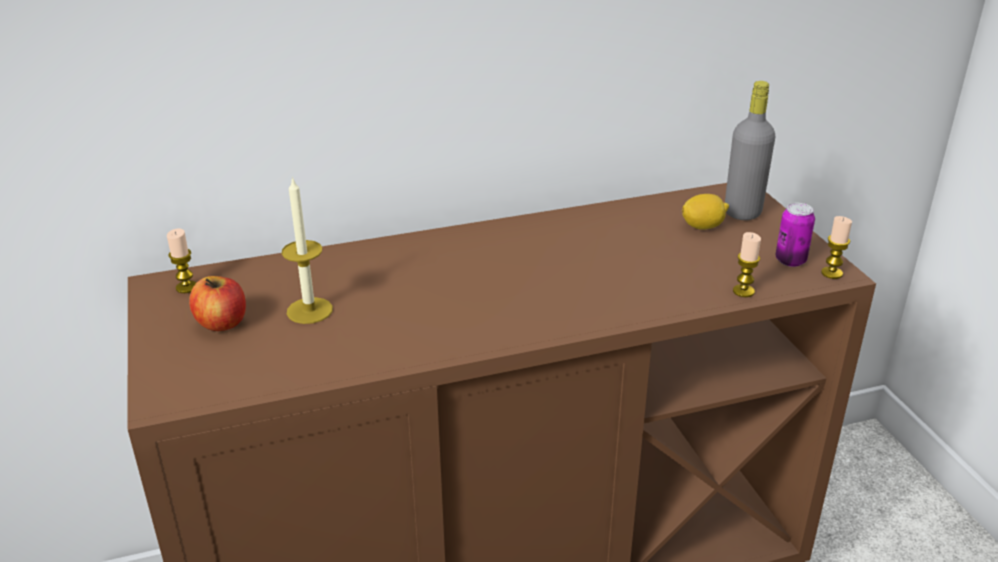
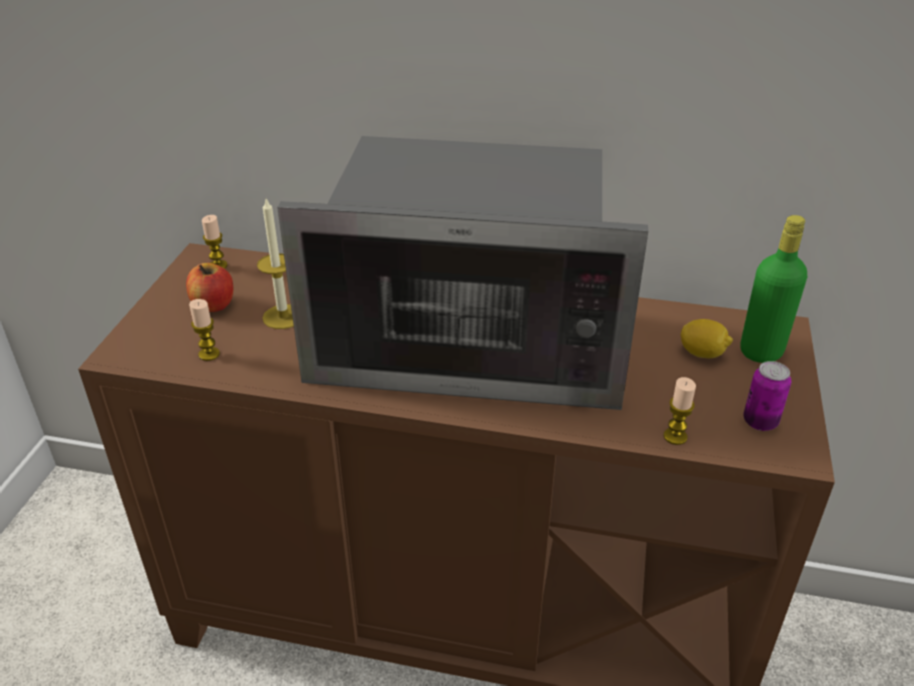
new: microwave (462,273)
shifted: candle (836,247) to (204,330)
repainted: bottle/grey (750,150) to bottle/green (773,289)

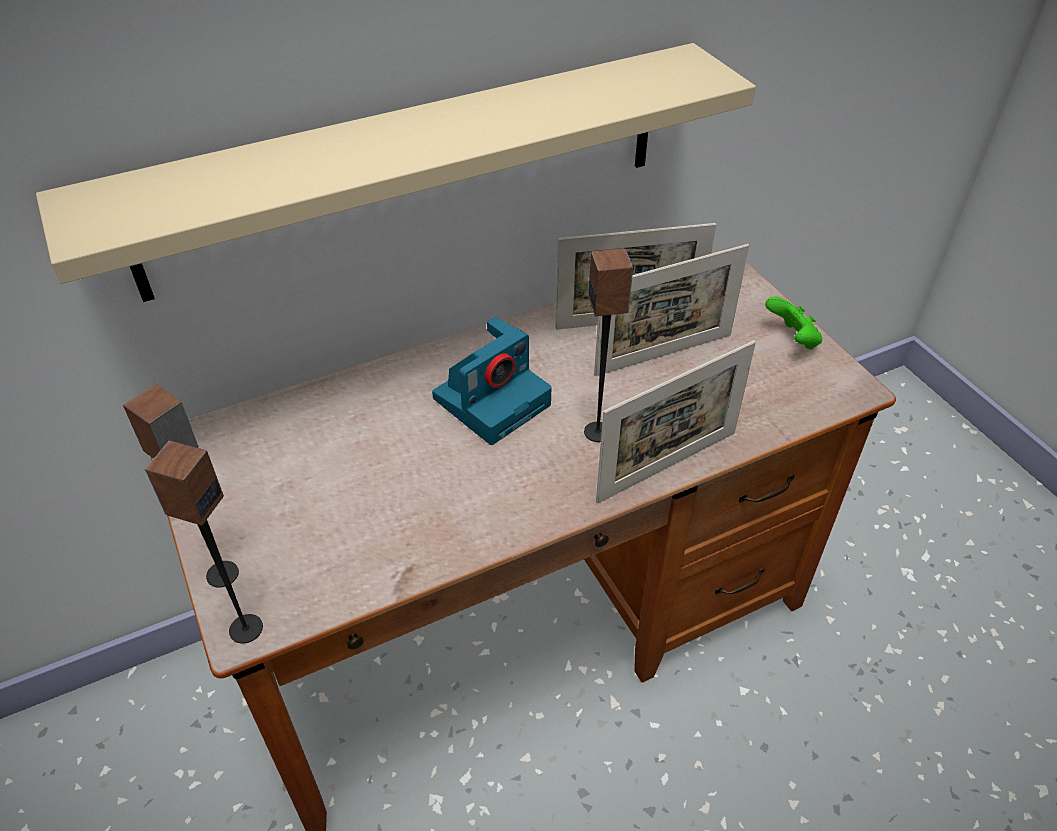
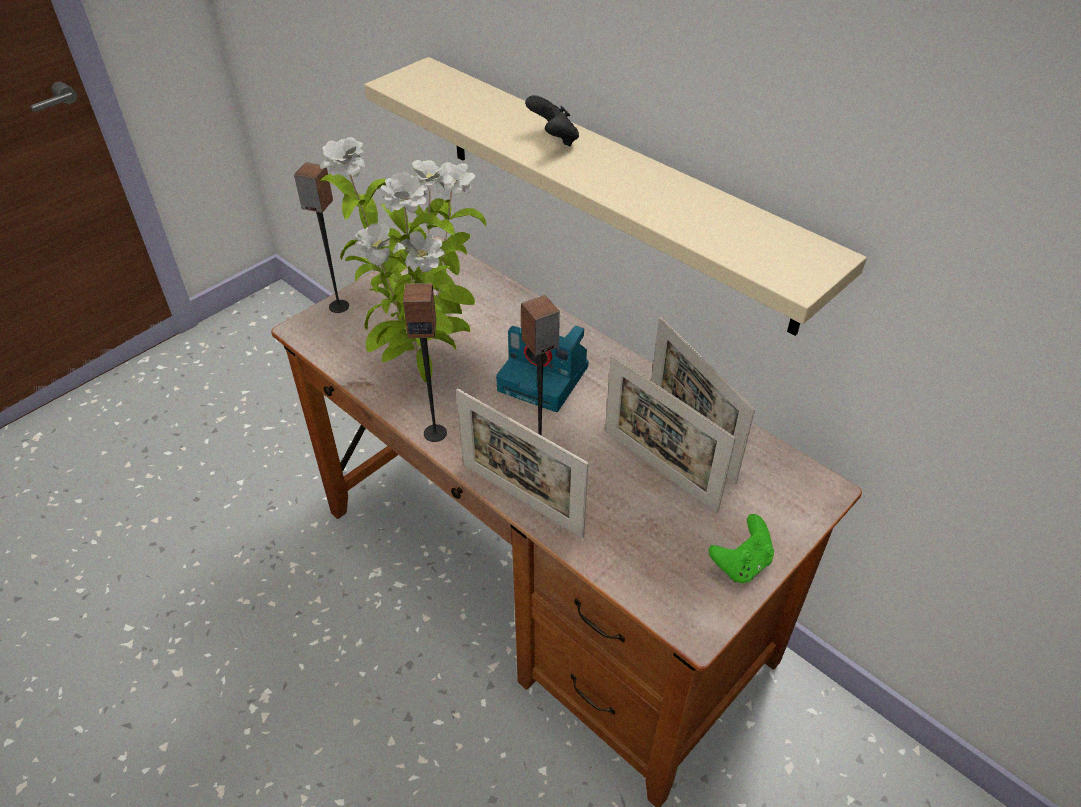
new: potted plant (403,260); game controller/black (552,120)
shifted: speaker (204,542) to (425,362)

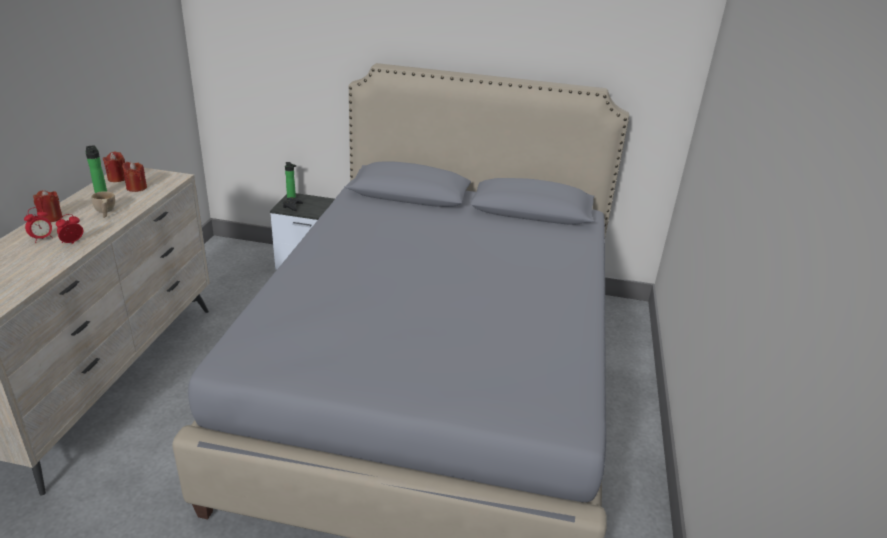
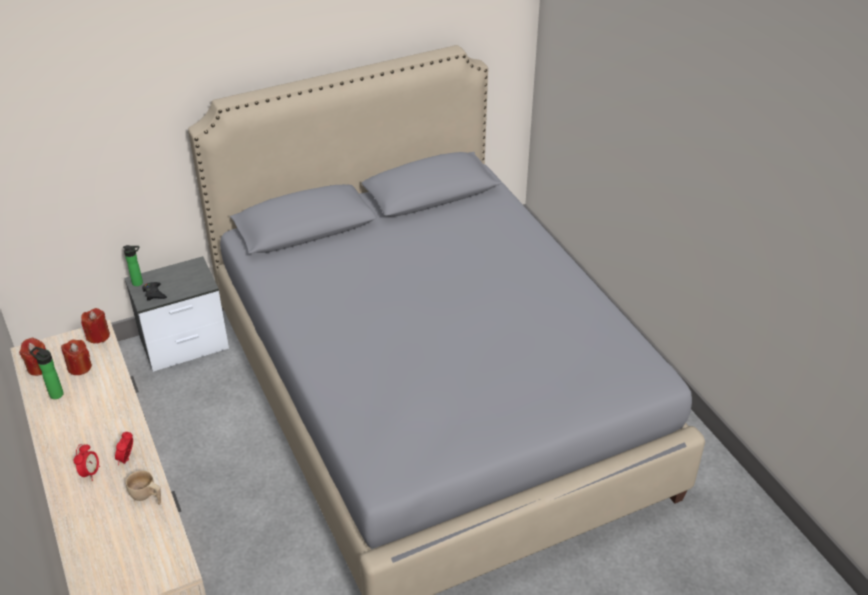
shifted: candle/red (47,206) to (95,326); cup/beige (103,204) to (143,488)

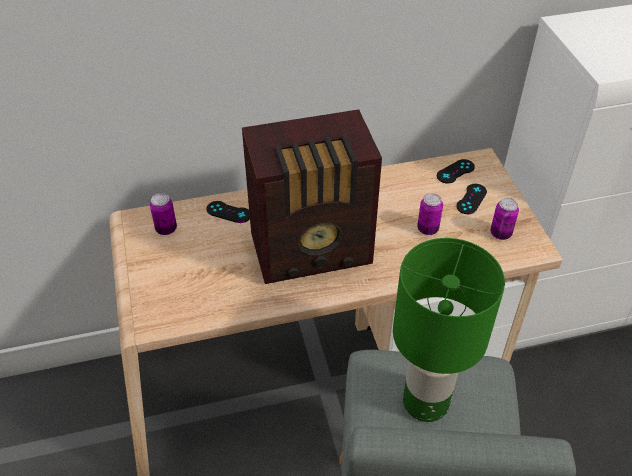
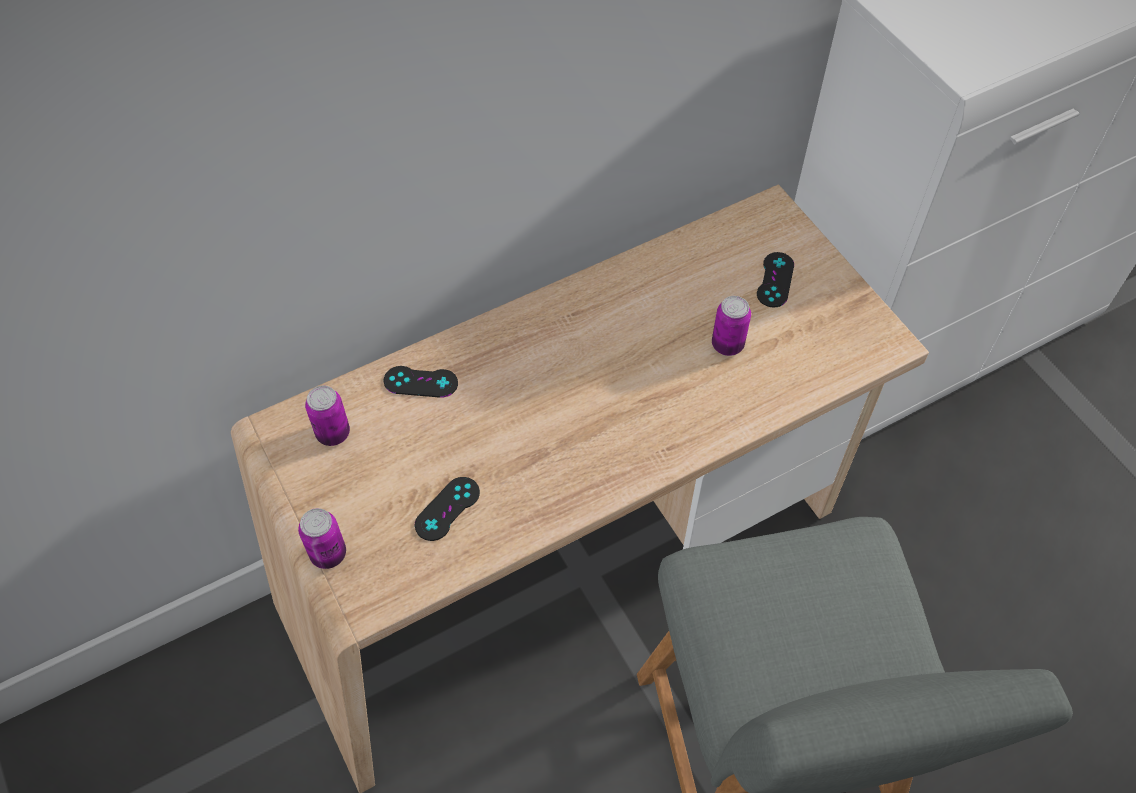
gone: radio (312,196); table lamp/green (449,330)
shifted: can (504,219) to (322,538); game controller/black (456,171) to (447,509)

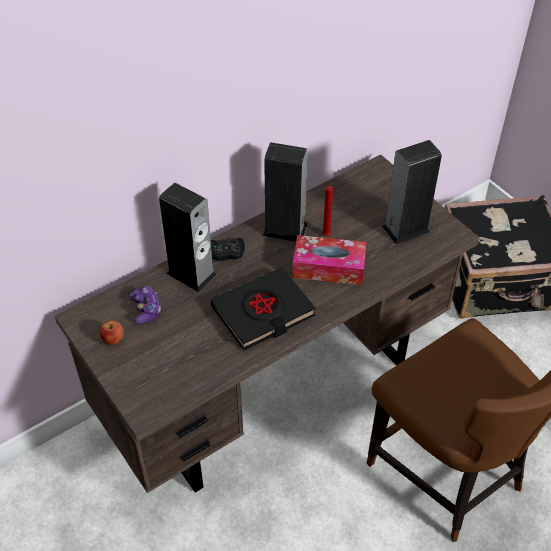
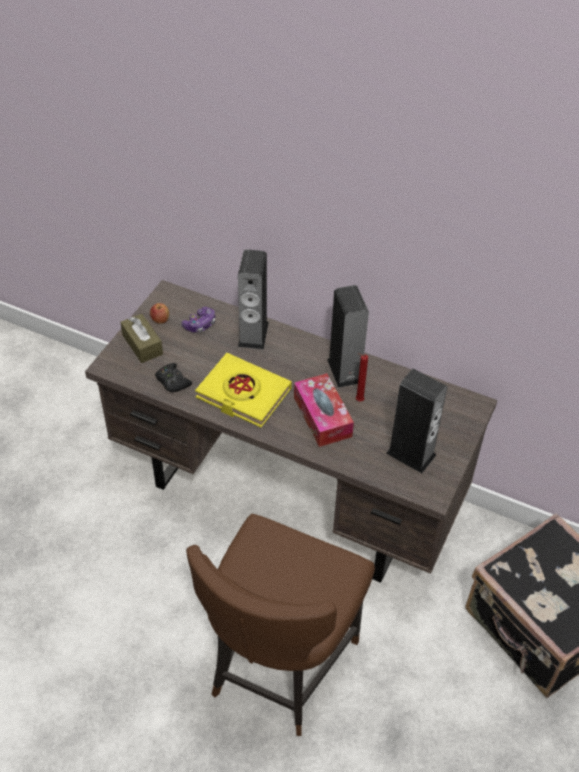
new: tissue box/brown (141,338)
shifted: game controller/black (228,249) to (173,377)
repainted: book/black (263,308) to book/yellow (243,390)

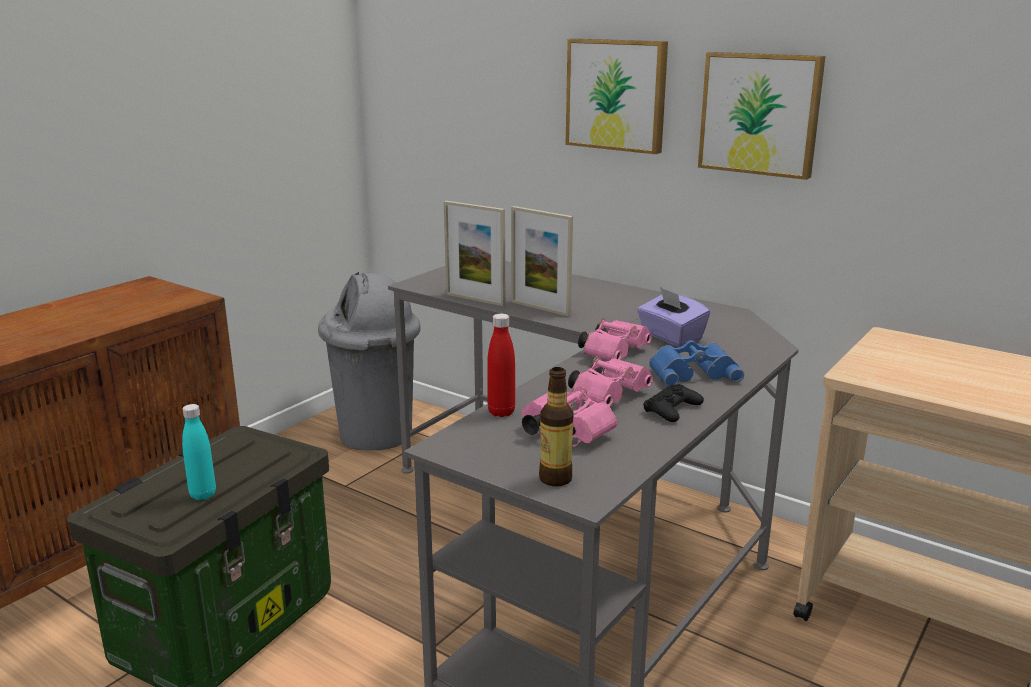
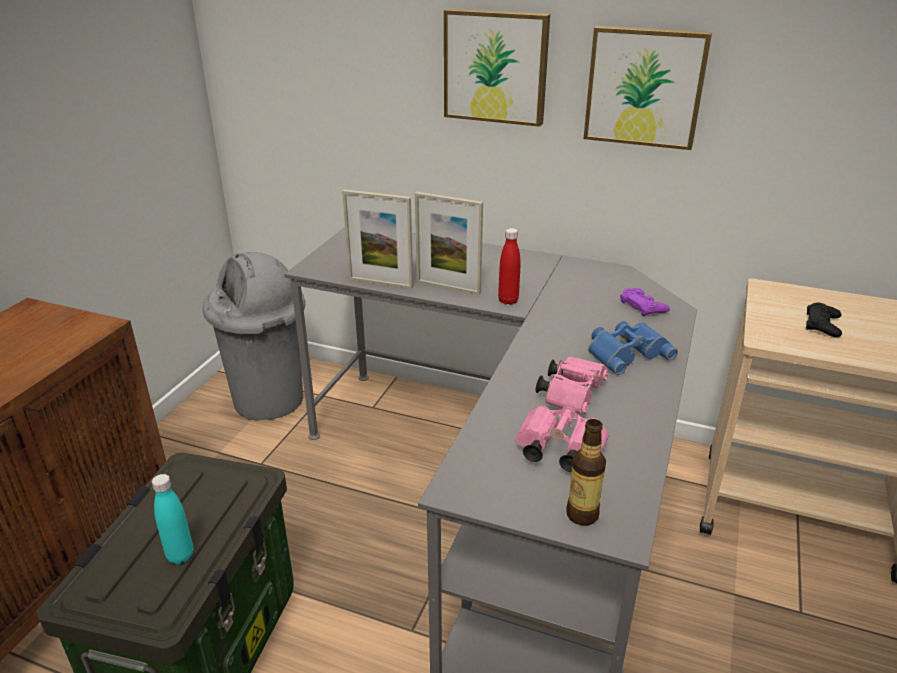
gone: binoculars/pink (615,339); tissue box/purple (673,317)
new: game controller/purple (645,302)
shifted: bottle/red (501,365) to (509,266); game controller/black (673,403) to (824,319)

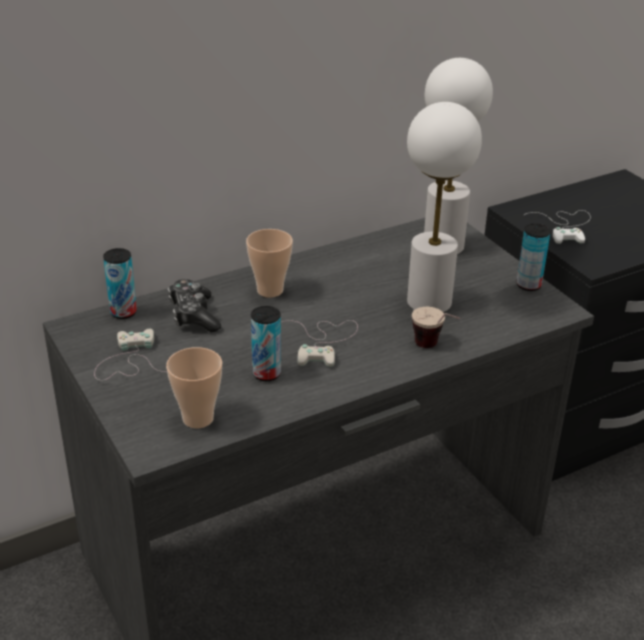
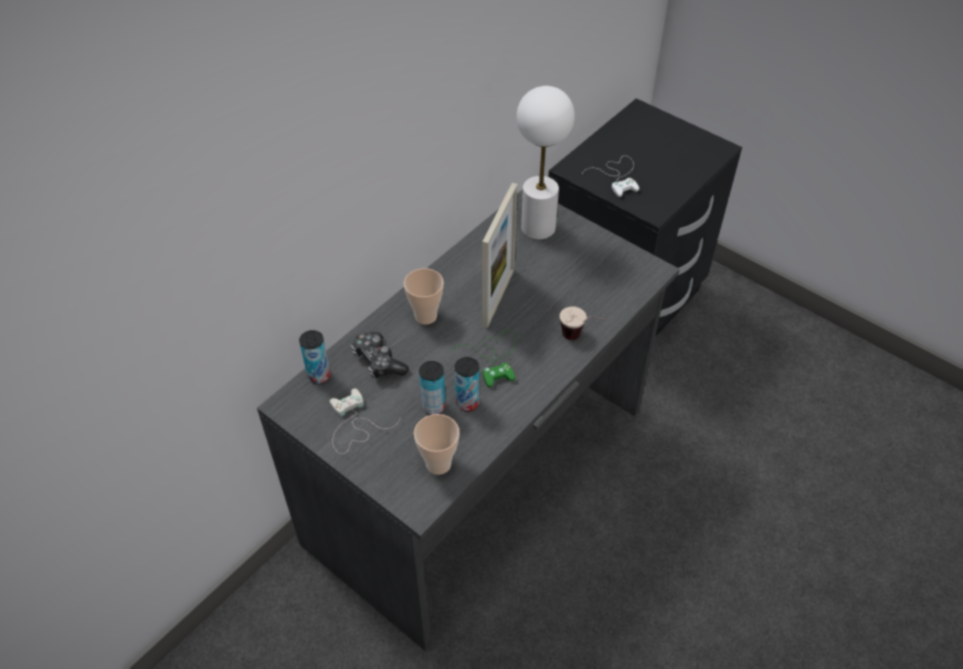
gone: table lamp/white (444,207)
new: picture frame (500,255)
shifted: can (534,257) to (432,388)
repainted: game controller/white (320,343) to game controller/green (483,359)

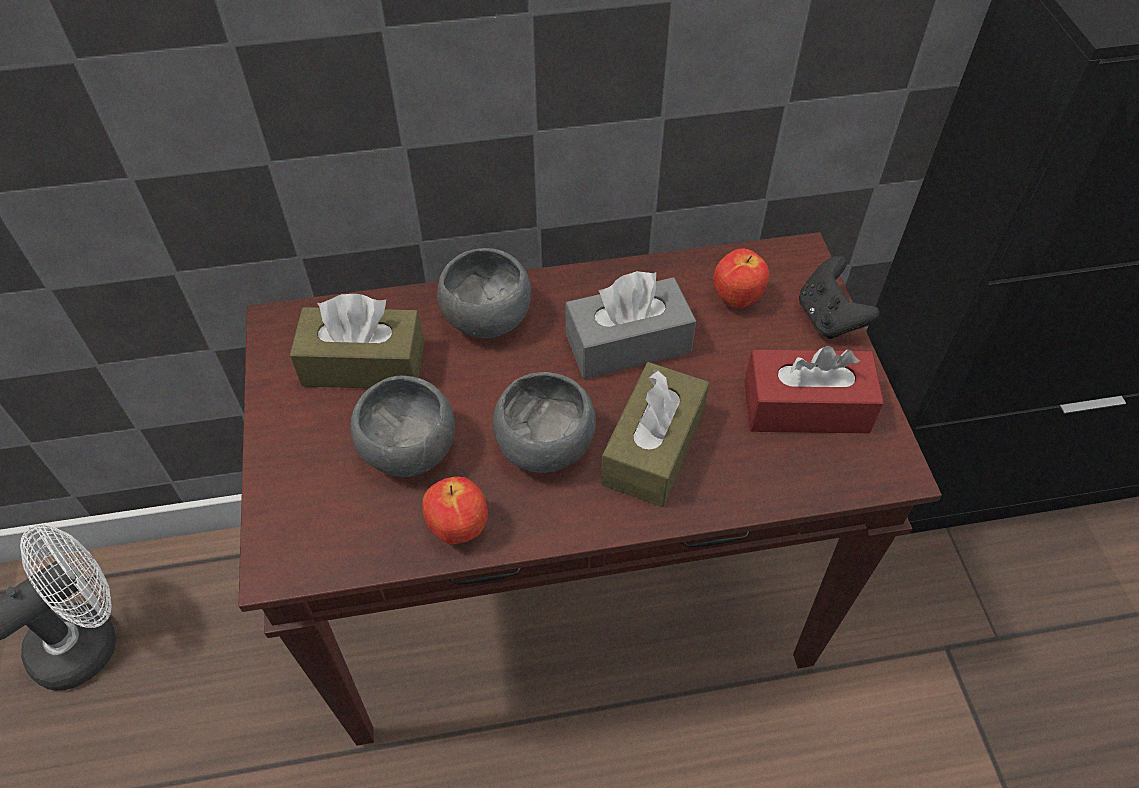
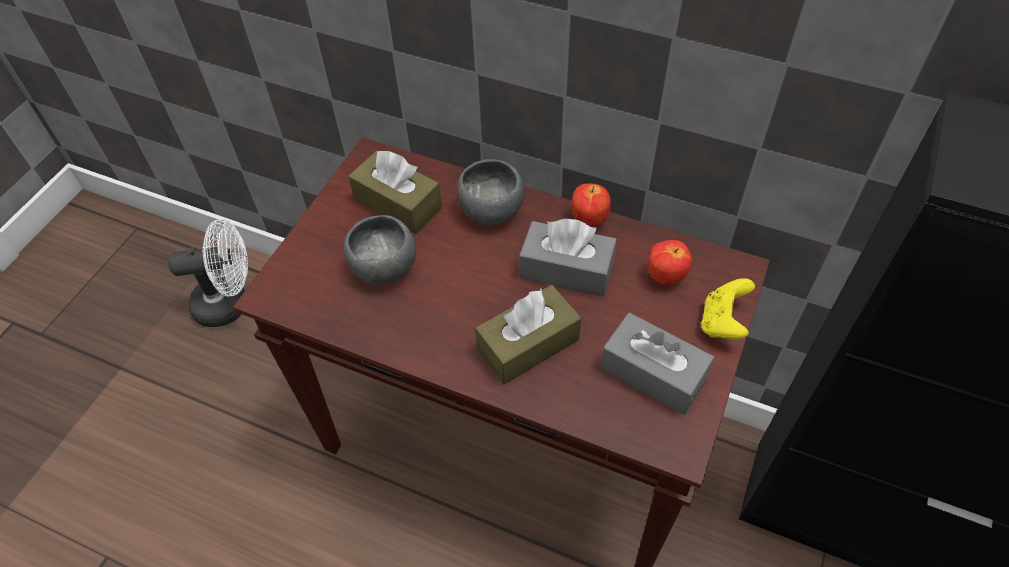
gone: bowl/grey (544,422)
shifted: apple (455,510) to (591,205)
repainted: tissue box/red (814,389) to tissue box/grey (657,363); game controller/black (839,297) to game controller/yellow (728,308)

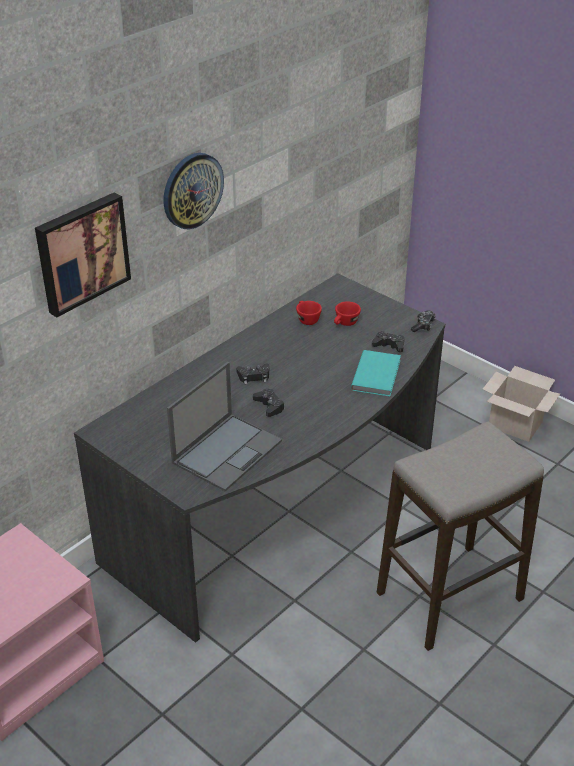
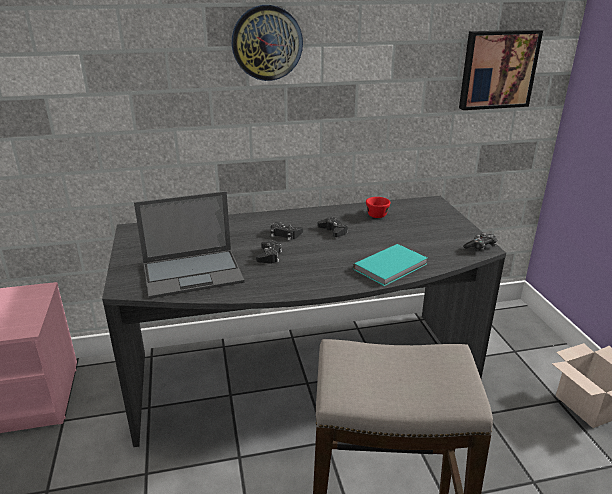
gone: cup/red (347,313)
shifted: game controller/black (388,341) to (332,227); picture (83,254) to (501,70)

